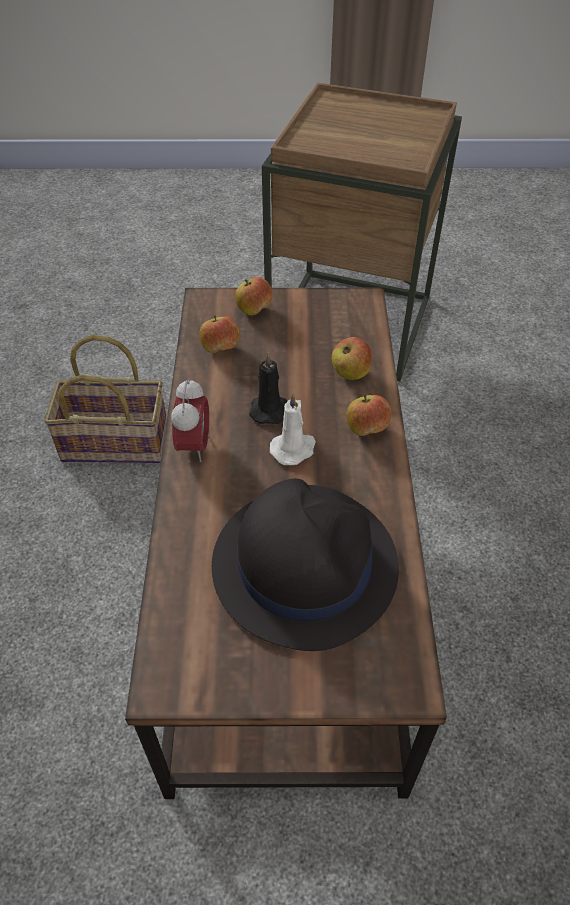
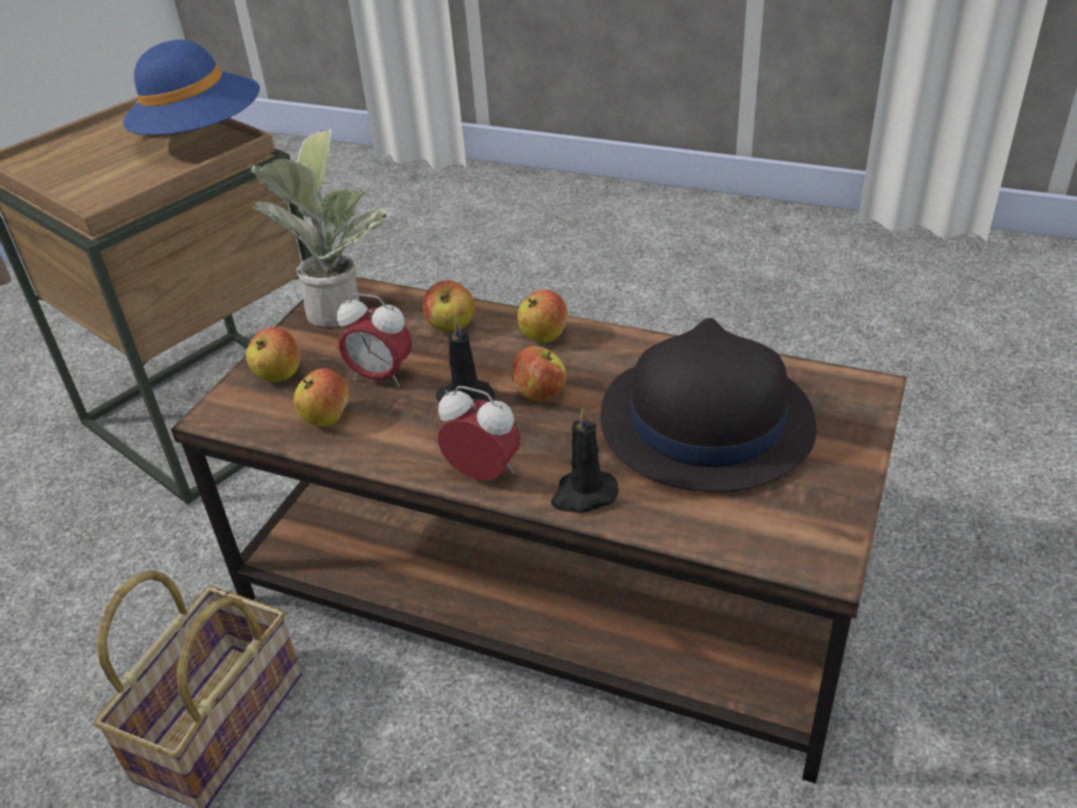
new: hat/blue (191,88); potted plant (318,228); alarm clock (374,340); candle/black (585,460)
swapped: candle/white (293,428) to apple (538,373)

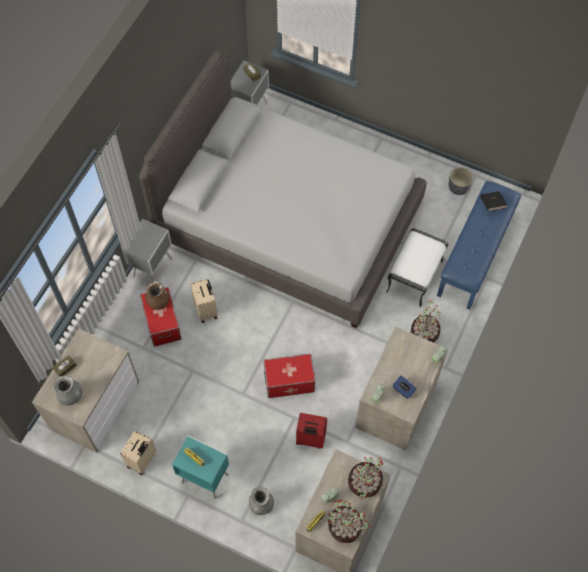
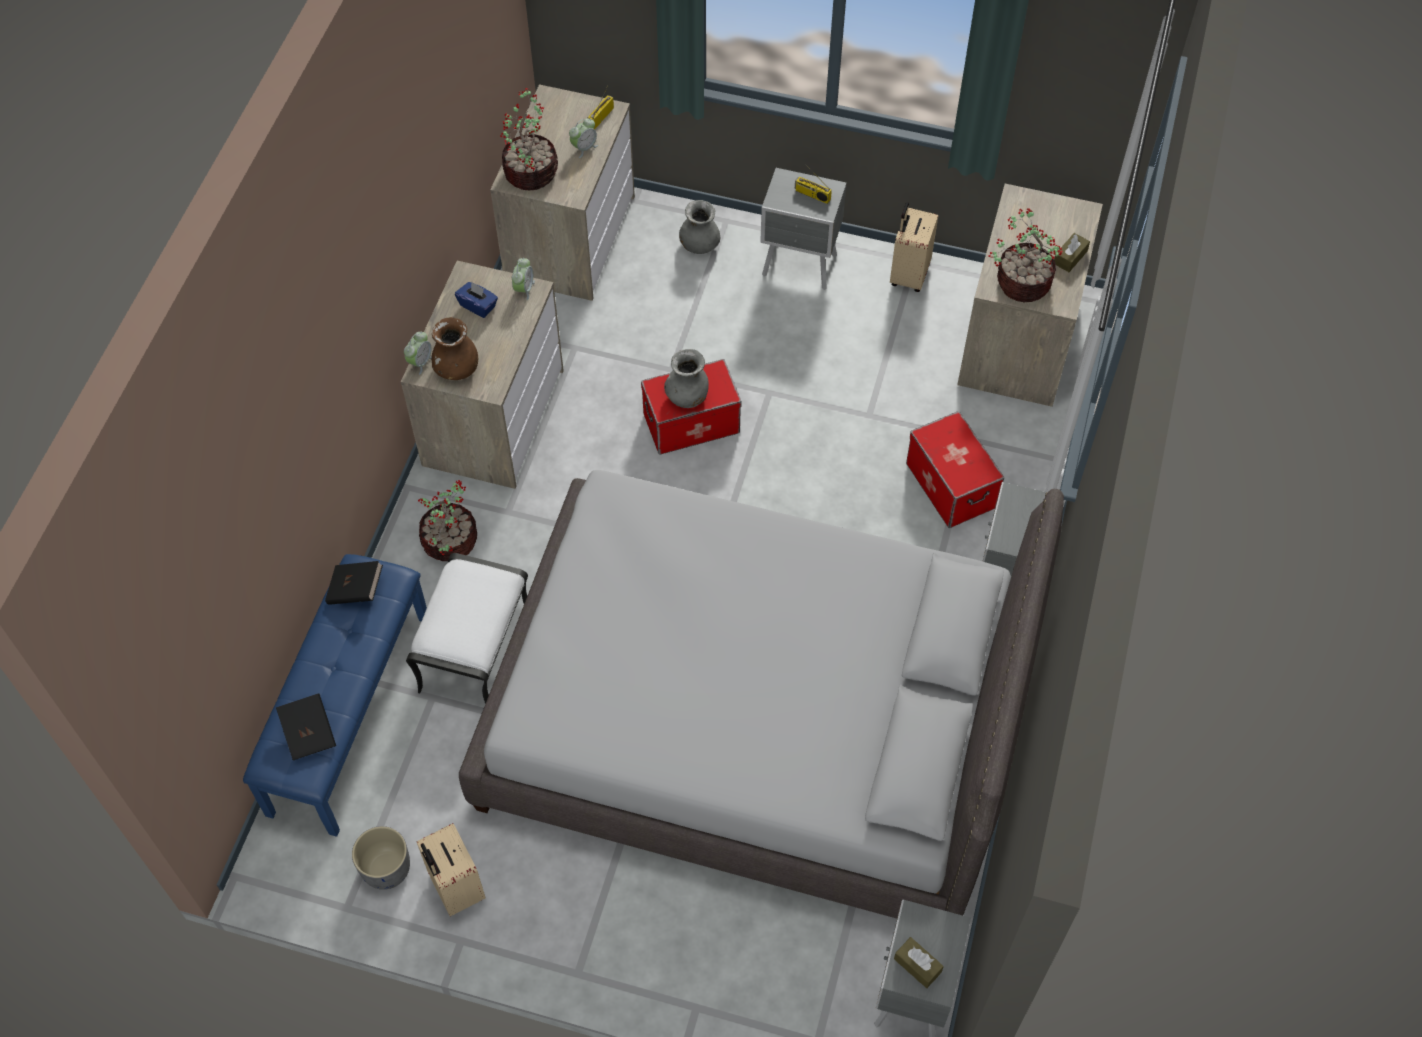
gone: suitcase/red (311,431)
new: book/black (354,583)
shifted: suitcase/beige (204,301) to (451,869); vase/brown (157,295) to (455,348); vase/grey (67,390) to (686,378); potted plant (349,521) to (1025,255)
repainted: nightstand/turquoise (200,467) to nightstand/grey (803,229)

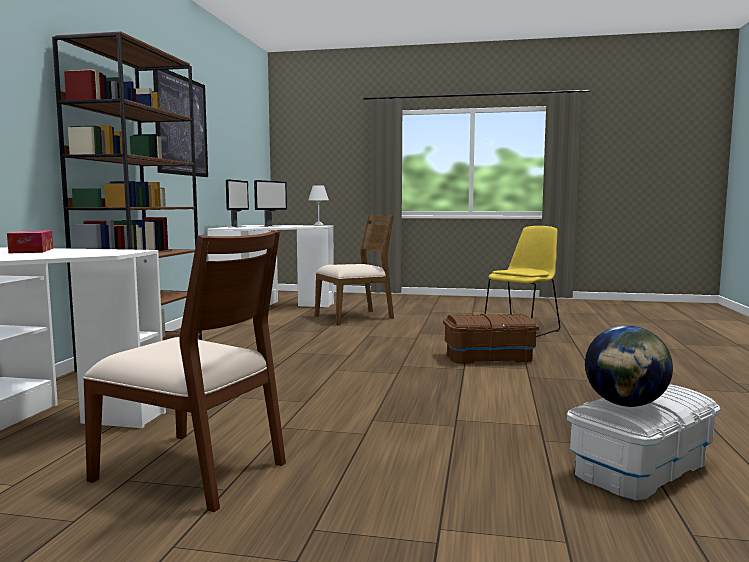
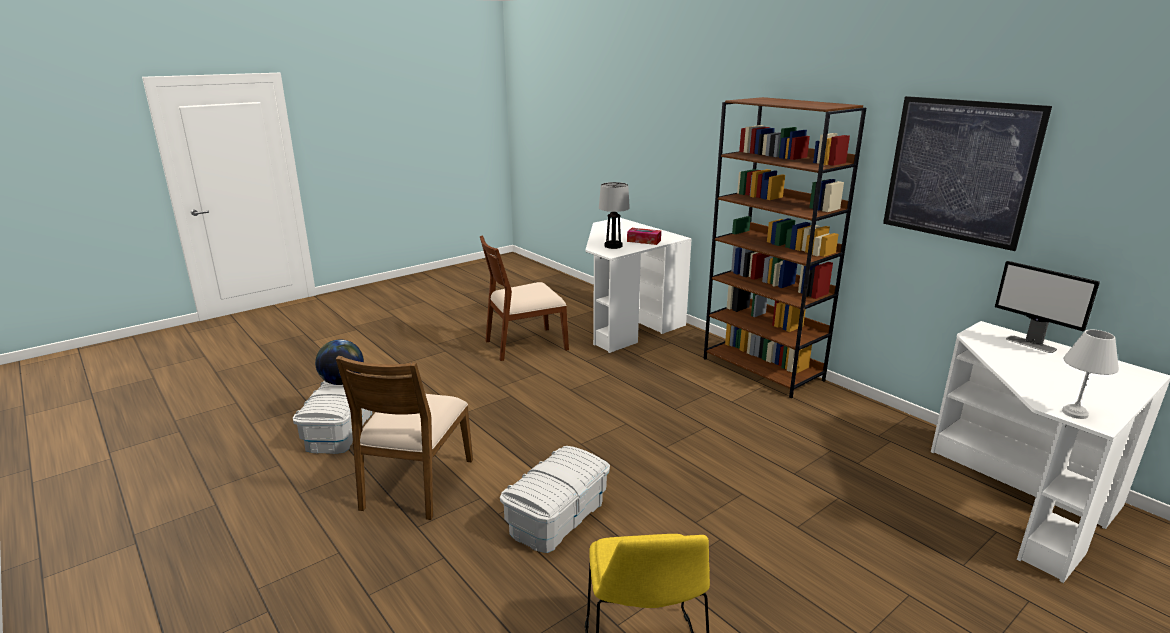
gone: monitor (270,203)
new: table lamp (614,215)
shifted: chair/brown (354,270) to (404,438)
repainted: storage box/brown (491,339) to storage box/white (555,499)

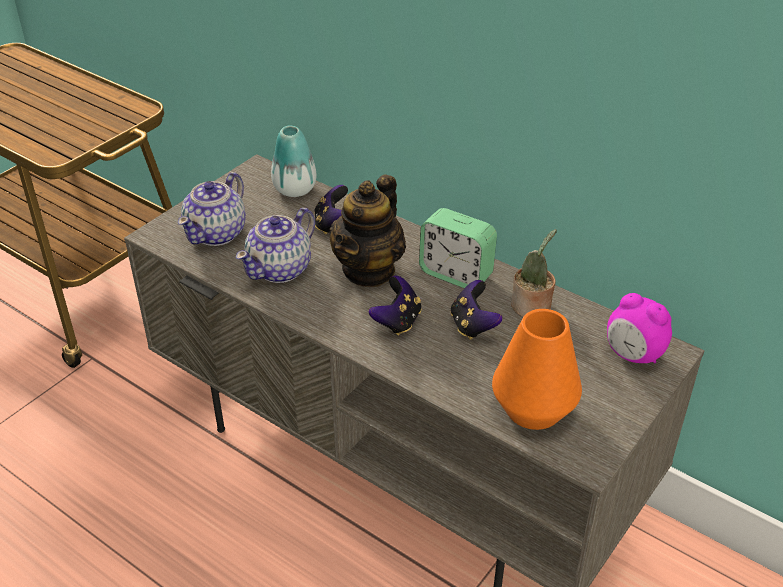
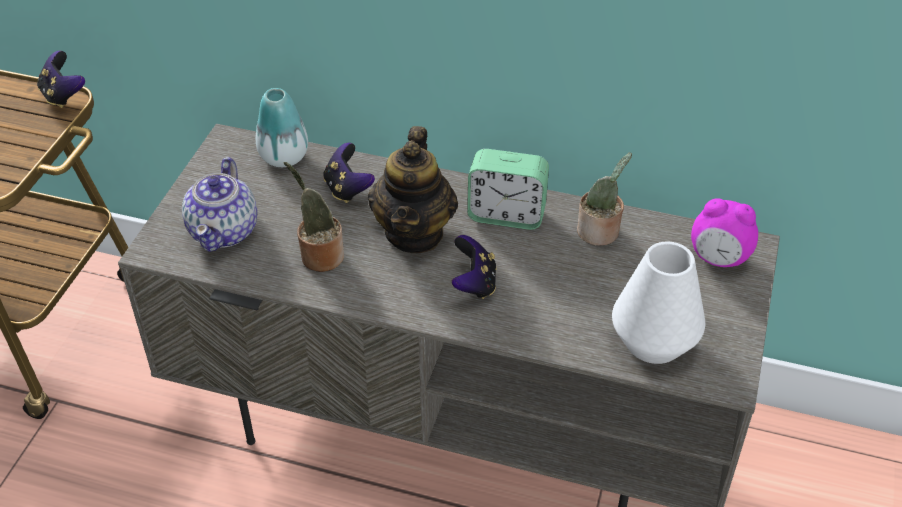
shifted: game controller (476,310) to (61,79)
swapped: teapot (275,245) to potted plant (314,217)
repainted: vase/orange (537,369) to vase/white (658,303)

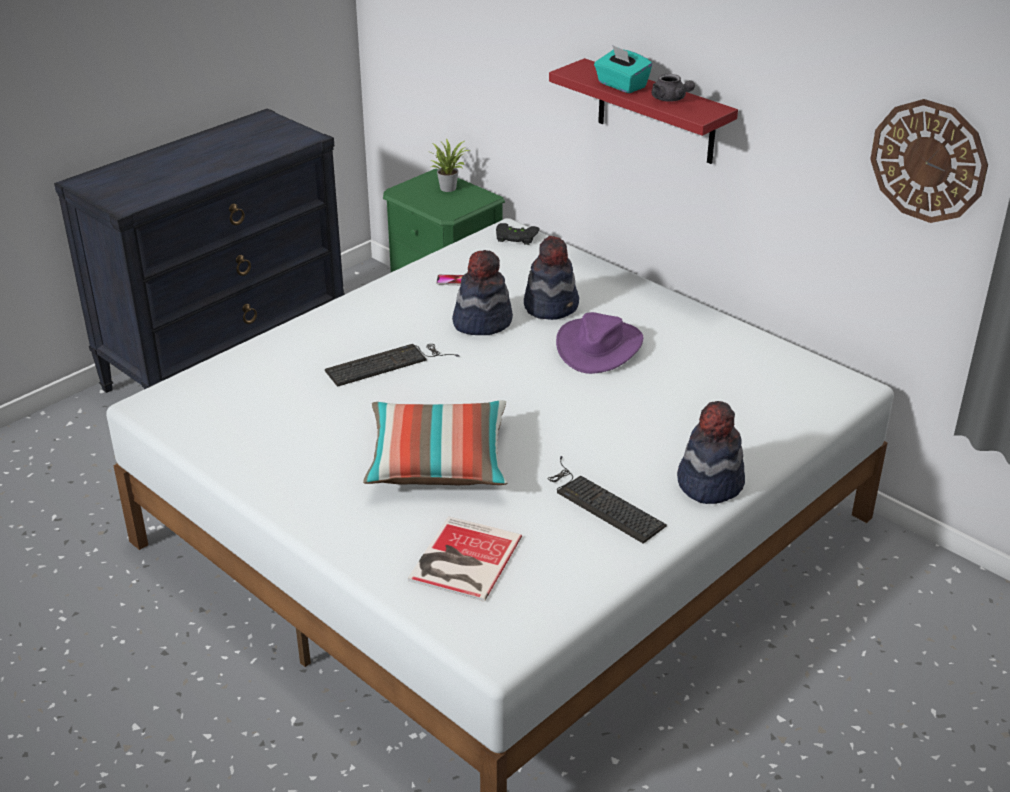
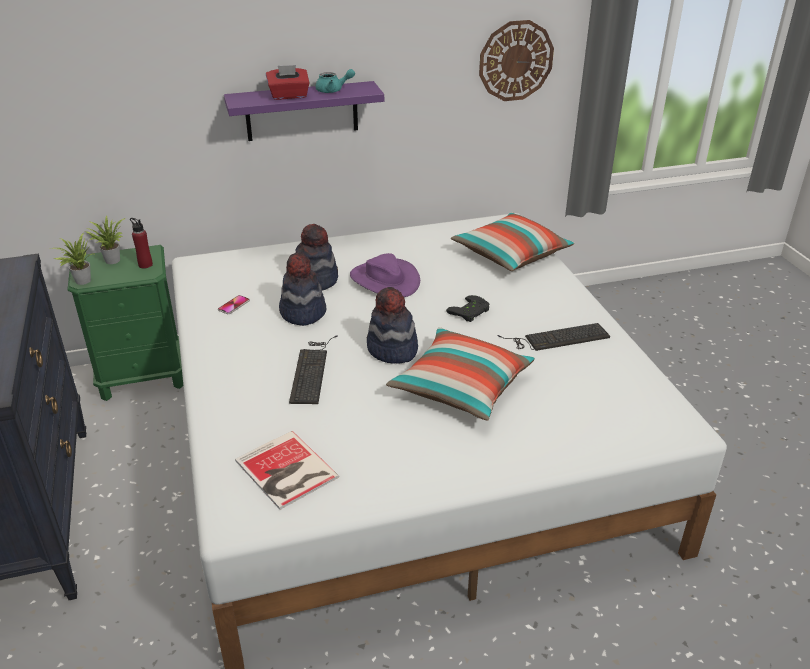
new: potted plant (75,259); bottle/red (141,243); pillow (513,241)
shifted: book (465,559) to (287,470); hat (711,452) to (392,325); game controller/black (518,234) to (468,308)
repainted: shelf/red (643,111) to shelf/purple (304,111); tissue box/turquoise (623,69) to tissue box/red (288,82); teapot/grey (673,88) to teapot/turquoise (335,81)

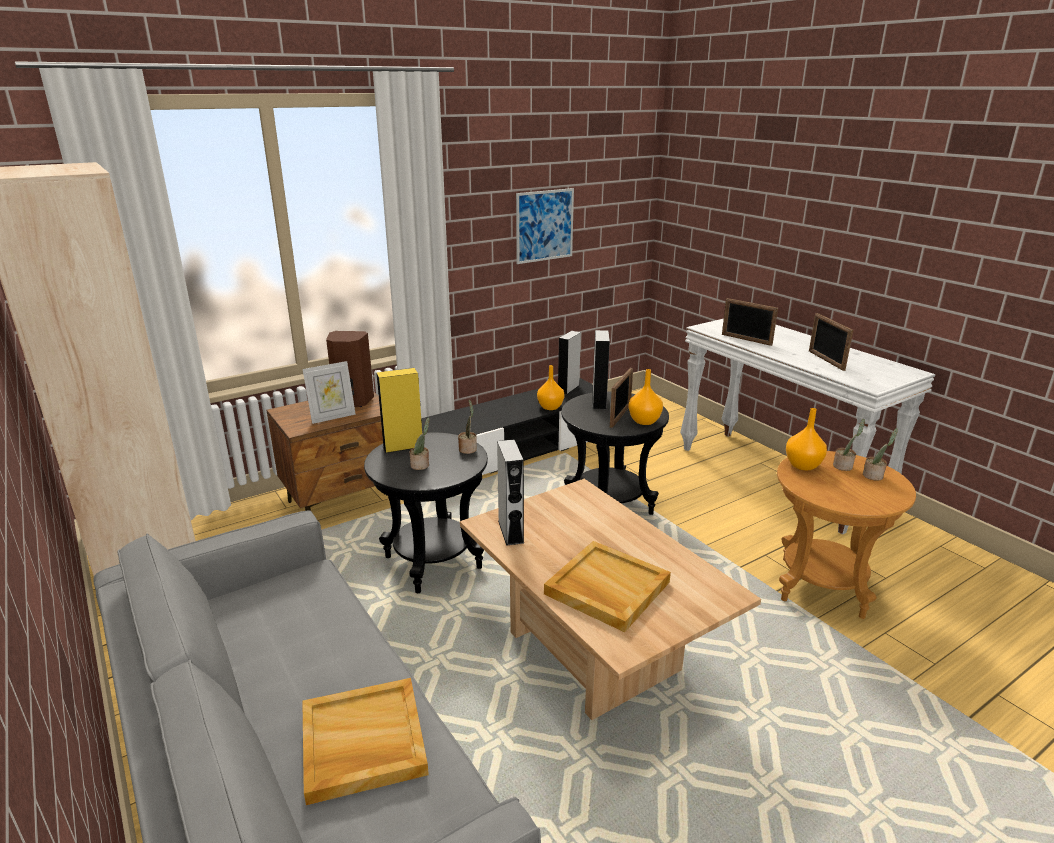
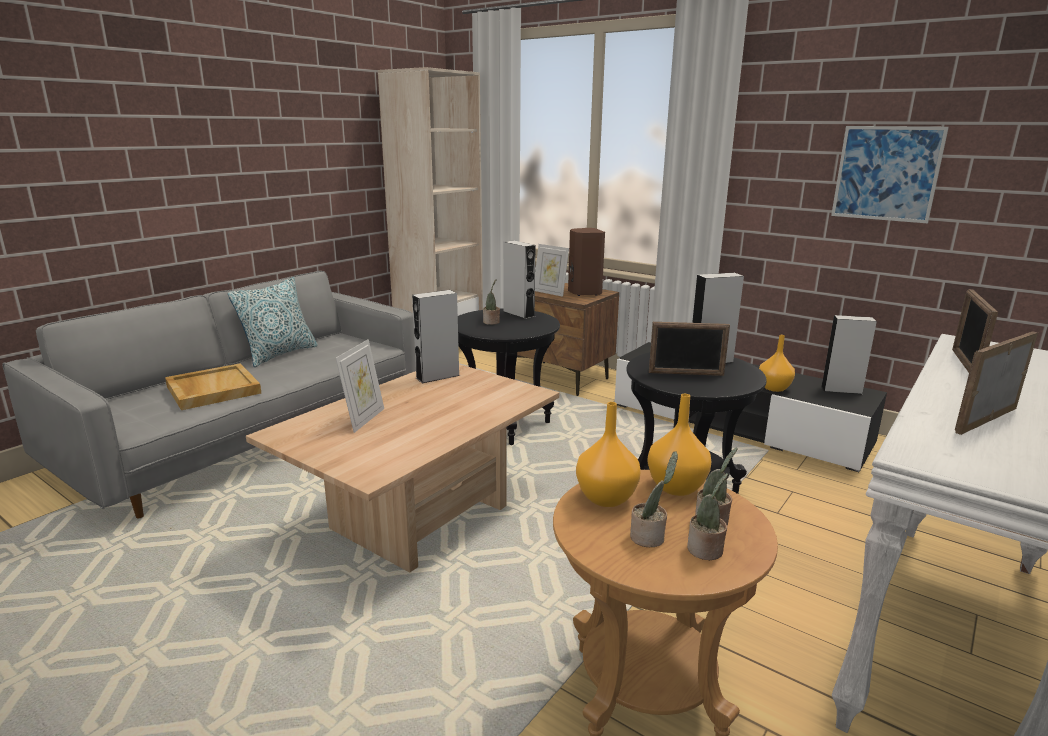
new: pillow (273,322)
shifted: vase/orange (645,397) to (608,454); potted plant (467,427) to (654,499)
swapped: tray/beige (607,586) to picture frame (360,386)
repainted: speaker/yellow (399,410) to speaker/grey (519,280)

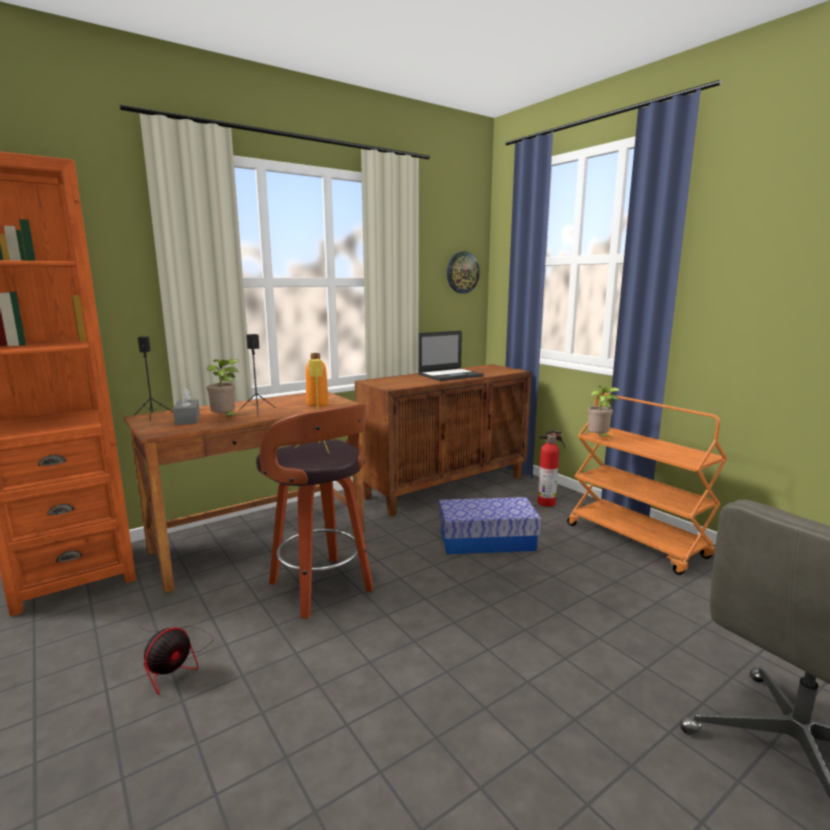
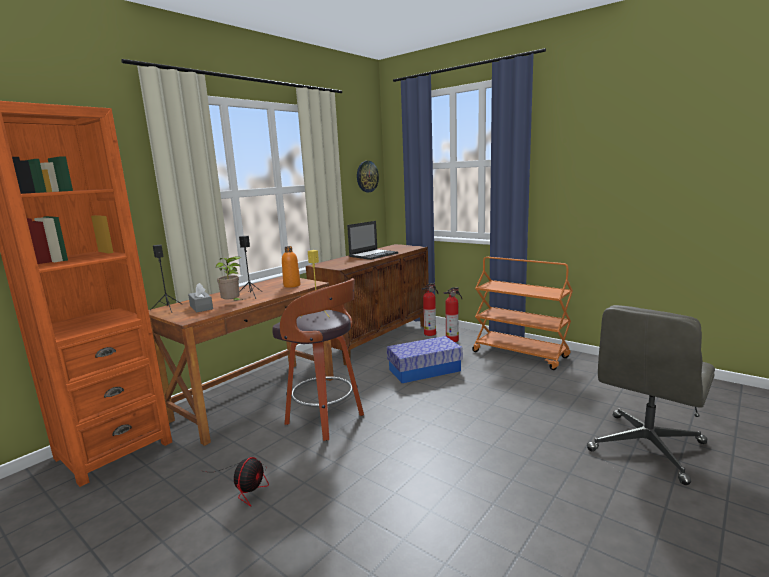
gone: potted plant (604,413)
new: fire extinguisher (430,309)

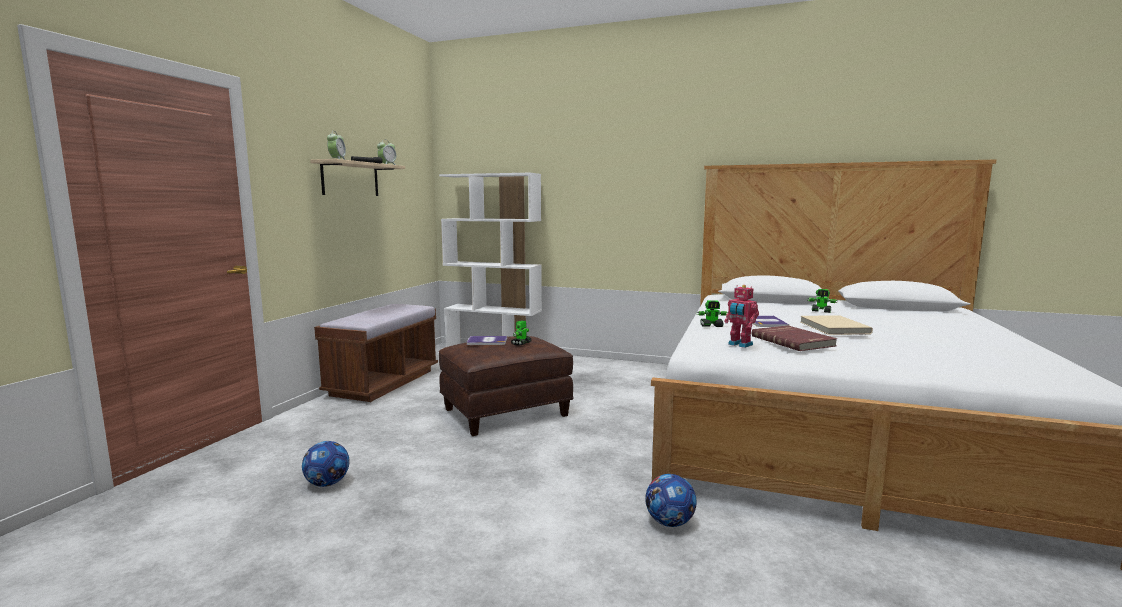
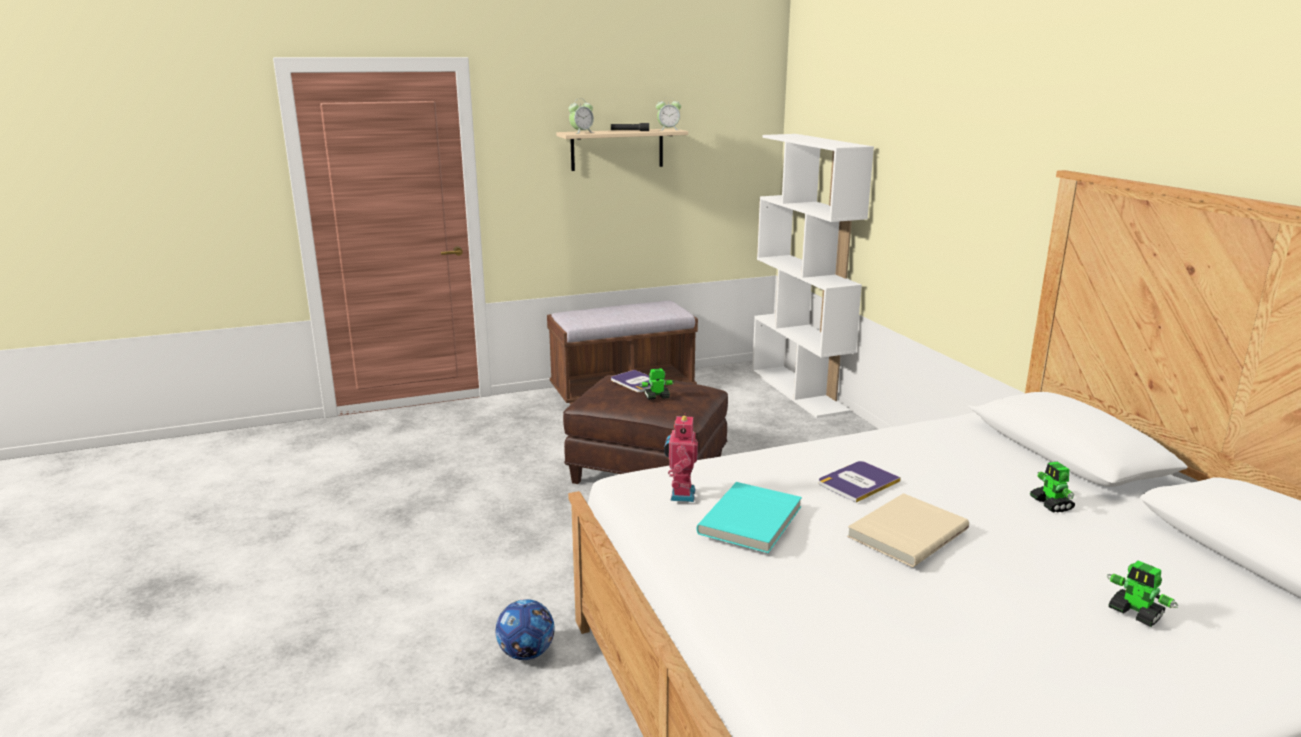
gone: football (326,464)
shifted: toy robot (712,313) to (1142,594)
repainted: book/red (794,338) to book/turquoise (749,517)

